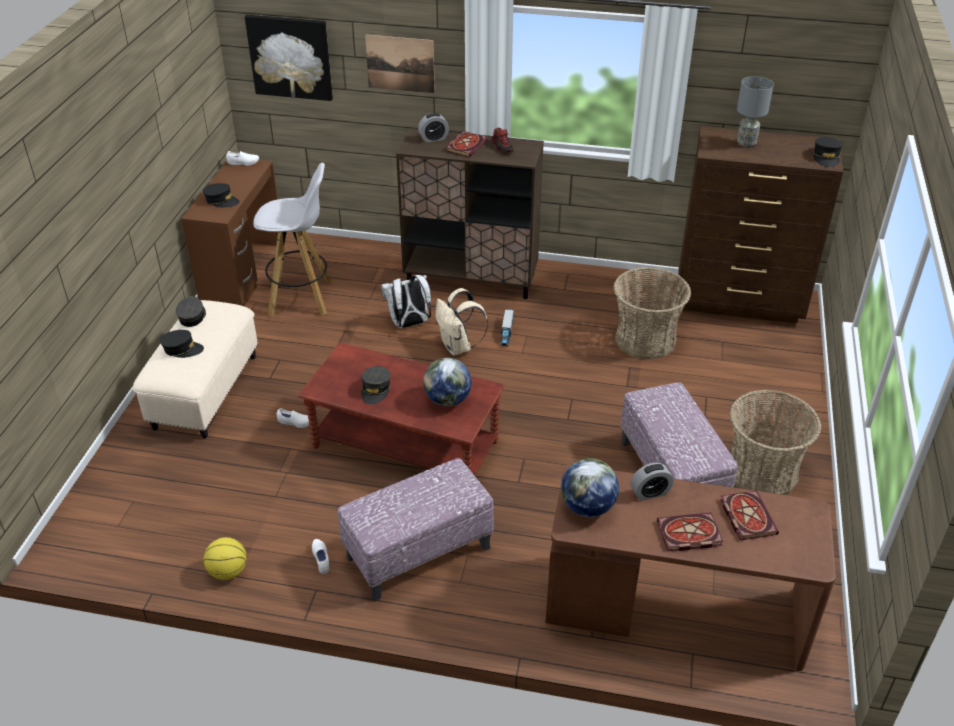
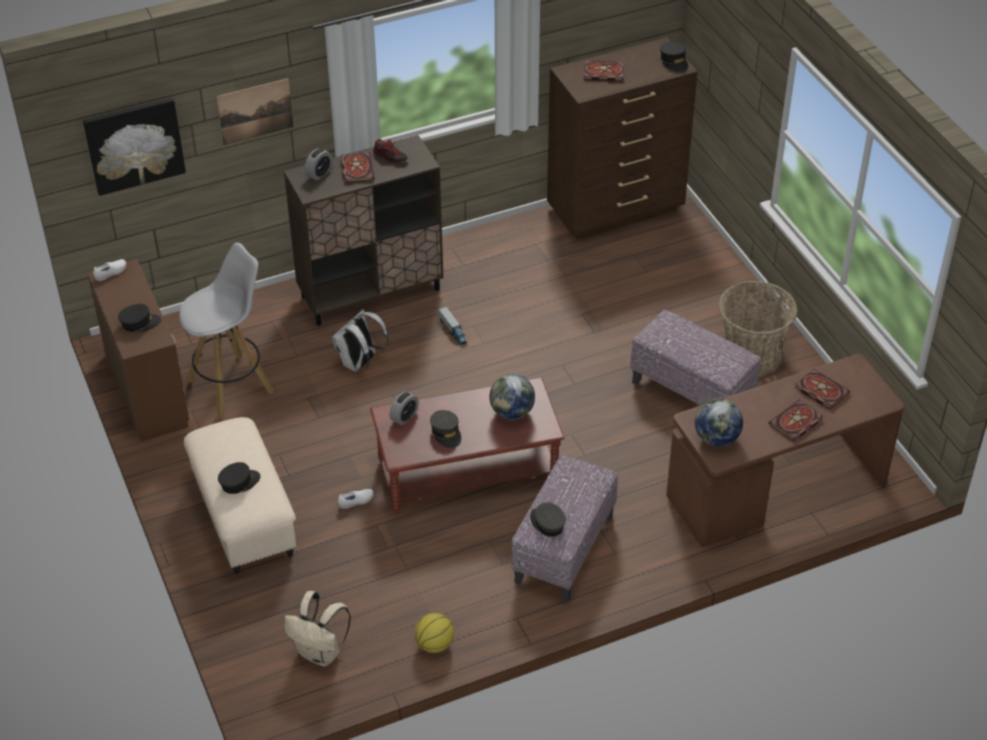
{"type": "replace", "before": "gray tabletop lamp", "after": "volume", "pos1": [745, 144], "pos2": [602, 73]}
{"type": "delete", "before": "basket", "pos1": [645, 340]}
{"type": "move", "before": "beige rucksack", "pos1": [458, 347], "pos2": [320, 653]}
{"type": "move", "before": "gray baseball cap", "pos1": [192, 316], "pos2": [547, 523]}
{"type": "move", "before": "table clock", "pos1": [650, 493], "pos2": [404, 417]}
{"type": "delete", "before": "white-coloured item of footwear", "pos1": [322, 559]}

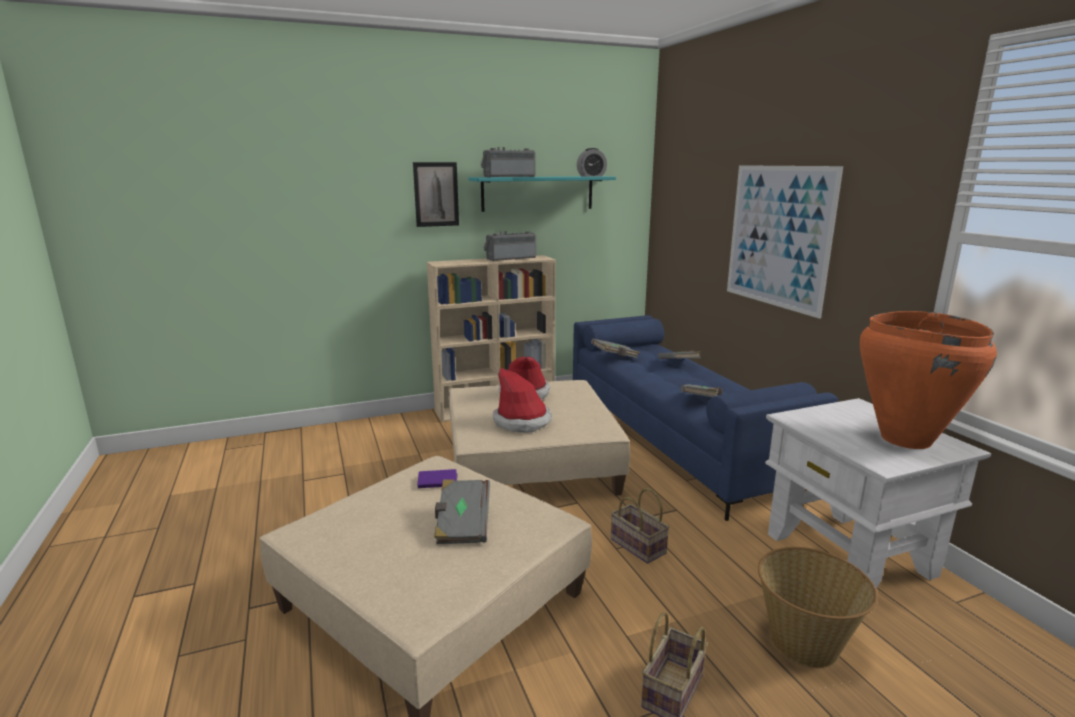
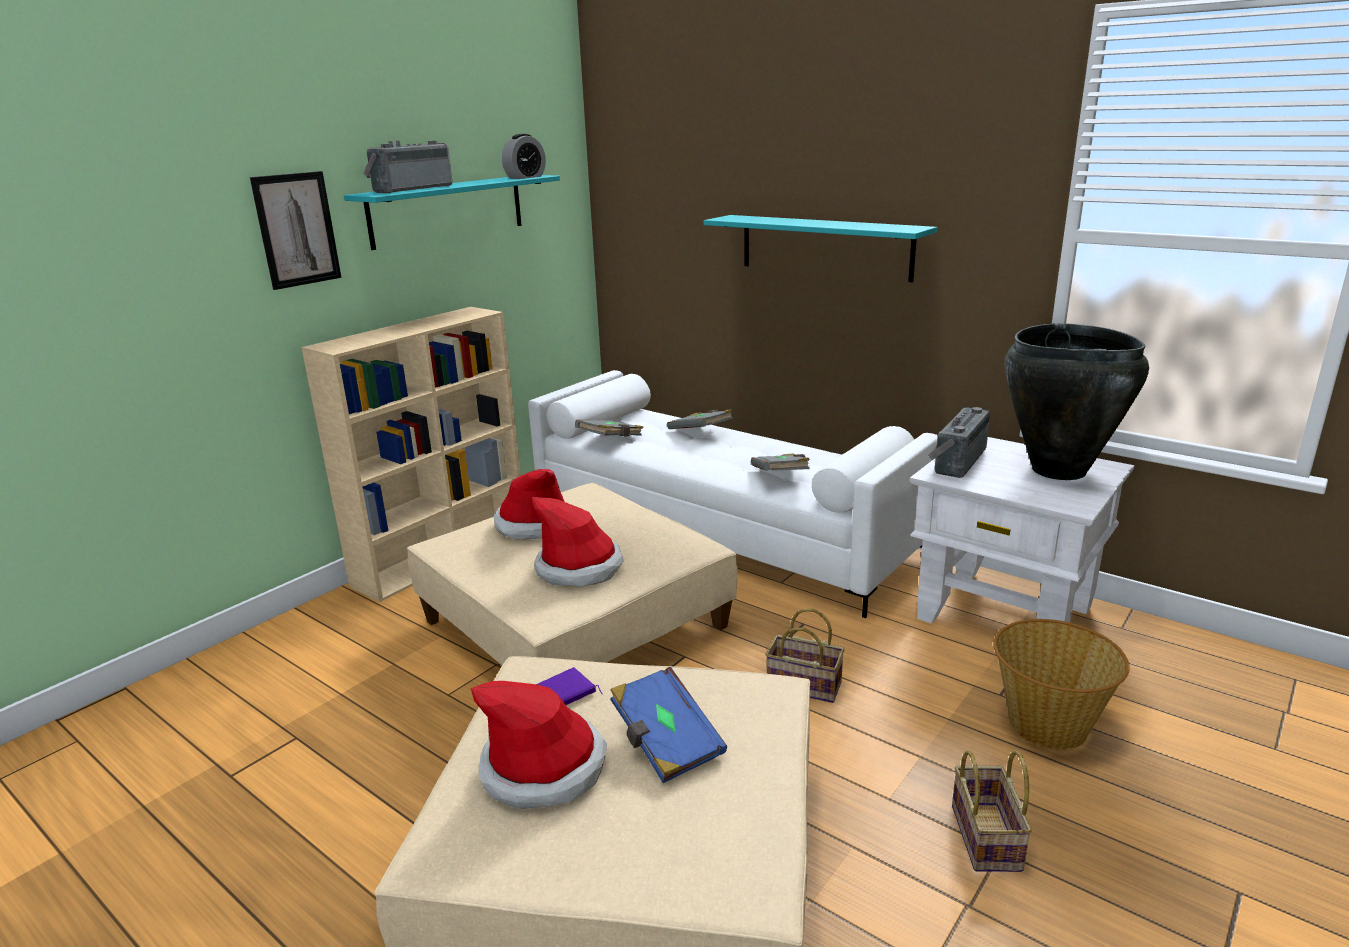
{"type": "replace", "before": "wall picture", "after": "turquoise-coloured bracket shelf", "pos1": [778, 236], "pos2": [825, 247]}
{"type": "move", "before": "radio receiver", "pos1": [510, 258], "pos2": [955, 461]}
{"type": "recolor", "before": "orange-coloured flower vase", "after": "blackish flower vase", "pos1": [905, 439], "pos2": [1058, 470]}
{"type": "recolor", "before": "bluish sofa", "after": "white-coloured sofa", "pos1": [676, 437], "pos2": [722, 530]}
{"type": "recolor", "before": "gray volume", "after": "bluish volume", "pos1": [462, 524], "pos2": [666, 742]}
{"type": "insert", "after": "wearable hat", "pos2": [544, 768]}

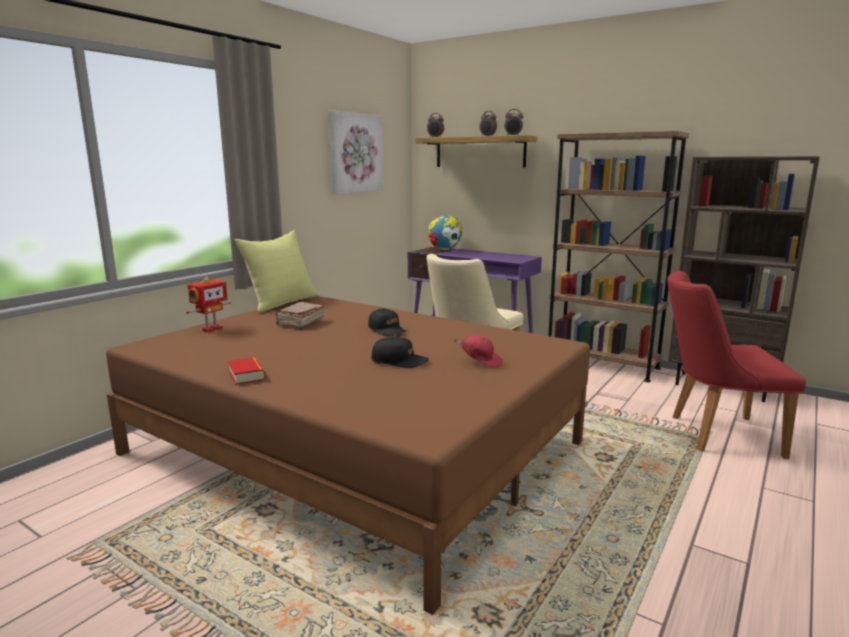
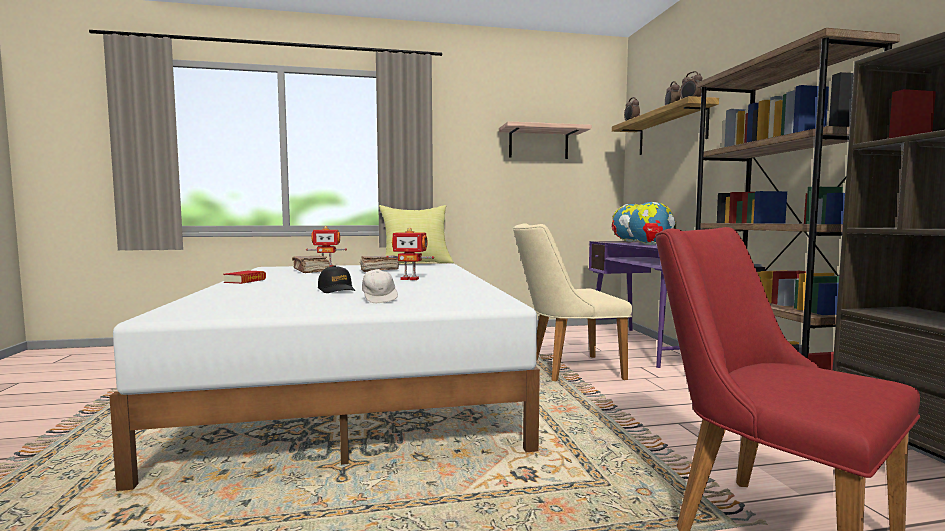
{"type": "replace", "before": "wall picture", "after": "bracket shelf", "pos1": [355, 153], "pos2": [538, 143]}
{"type": "recolor", "before": "brown-coloured bed", "after": "white-coloured bed", "pos1": [354, 447], "pos2": [356, 382]}
{"type": "replace", "before": "blackish baseball cap", "after": "model robot", "pos1": [387, 330], "pos2": [410, 279]}
{"type": "recolor", "before": "red-coloured baseball cap", "after": "white-coloured baseball cap", "pos1": [480, 362], "pos2": [379, 299]}
{"type": "insert", "after": "globe", "pos2": [650, 245]}
{"type": "insert", "after": "brown-coloured volume", "pos2": [310, 271]}

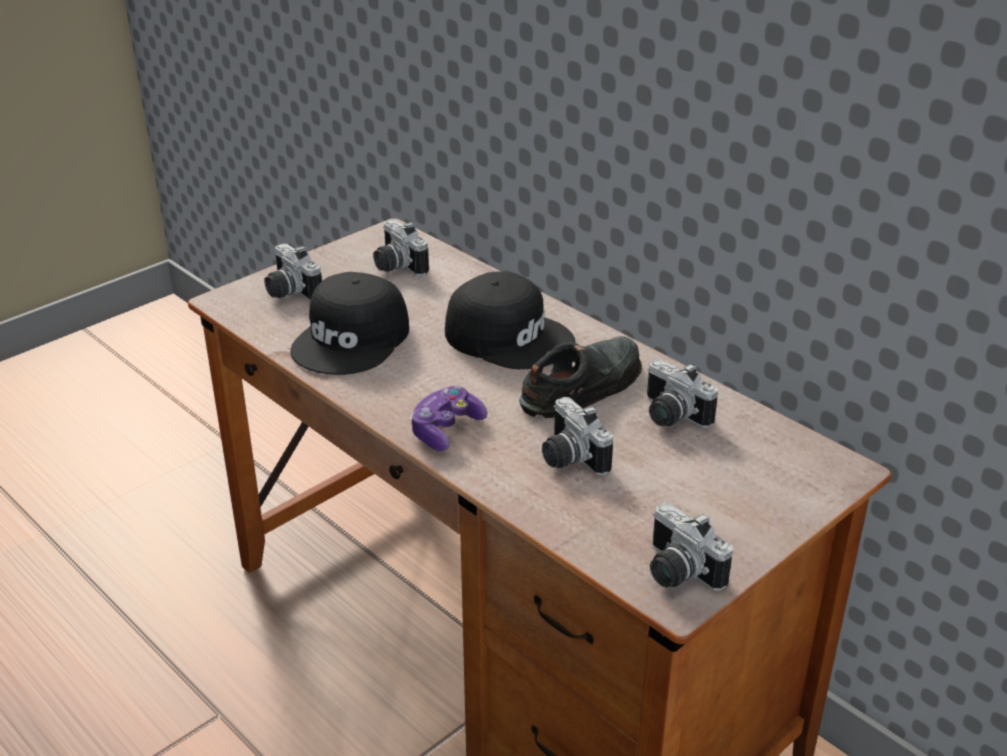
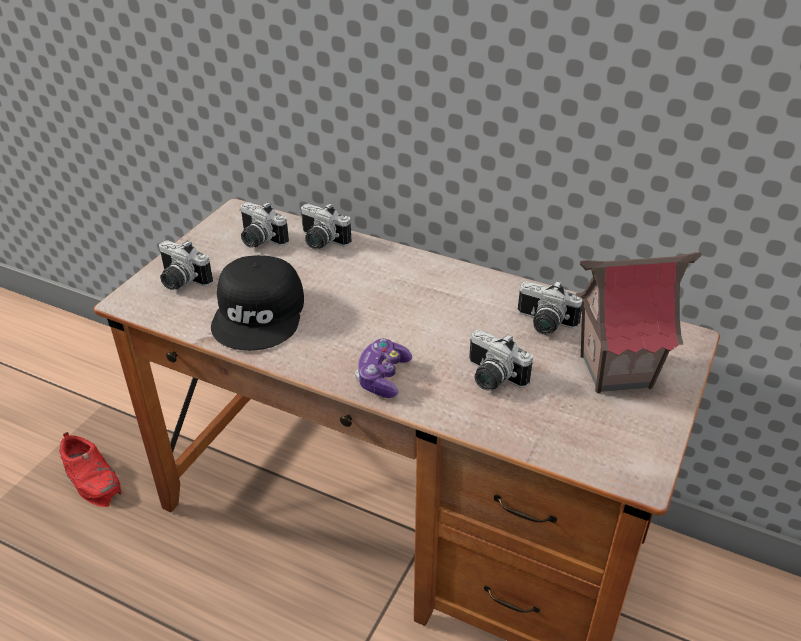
{"type": "delete", "before": "blackish baseball cap", "pos1": [509, 336]}
{"type": "delete", "before": "blackish item of footwear", "pos1": [583, 386]}
{"type": "move", "before": "still camera", "pos1": [676, 572], "pos2": [320, 242]}
{"type": "insert", "after": "model house", "pos2": [615, 370]}
{"type": "insert", "after": "red-coloured item of footwear", "pos2": [92, 477]}

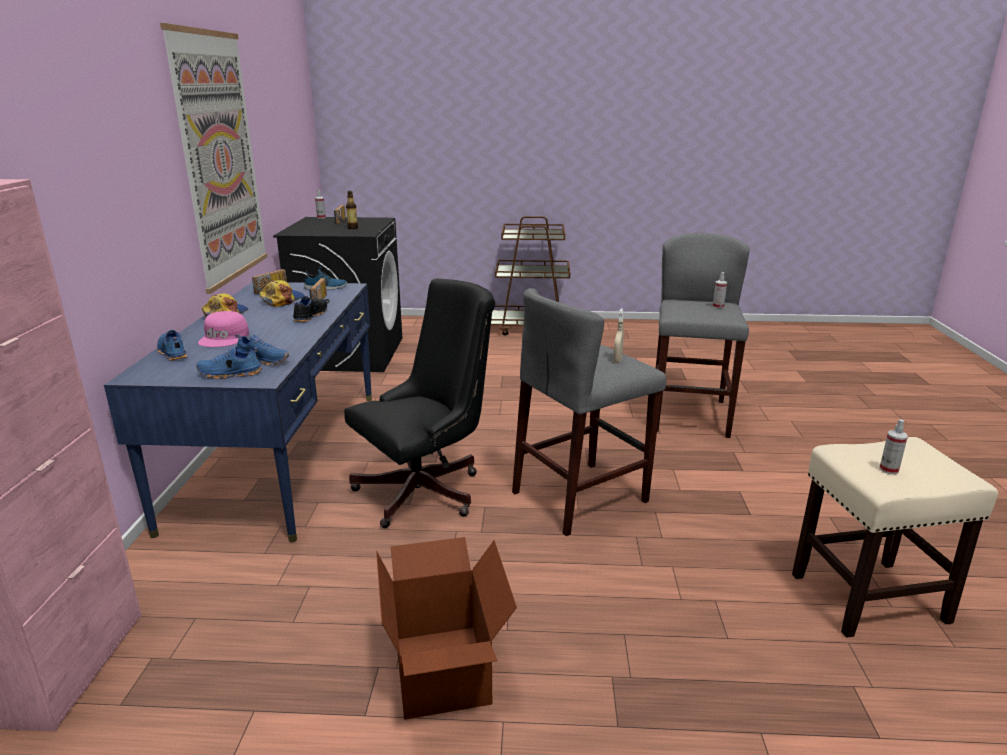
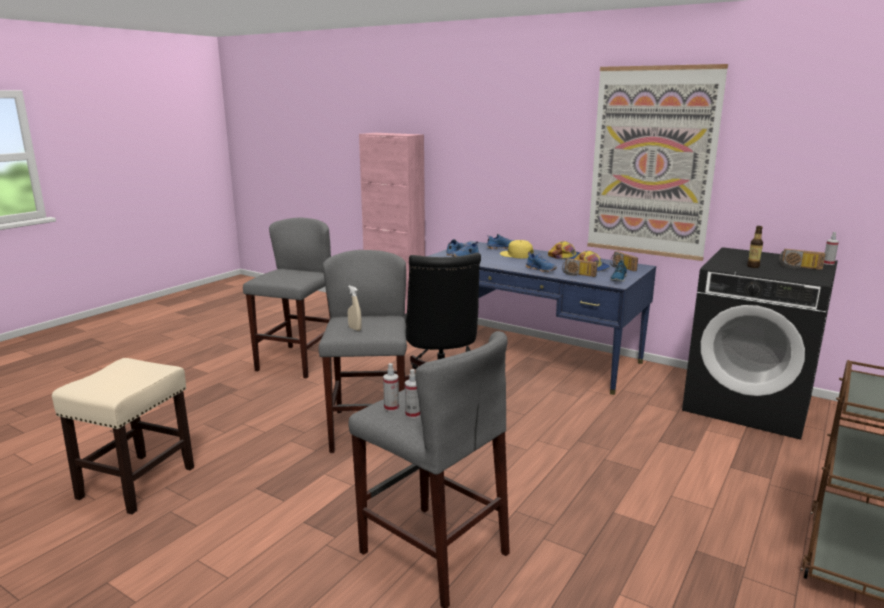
{"type": "recolor", "before": "blackish item of footwear", "after": "bluish item of footwear", "pos1": [310, 316], "pos2": [541, 269]}
{"type": "recolor", "before": "pink-coloured baseball cap", "after": "yellow baseball cap", "pos1": [225, 338], "pos2": [516, 255]}
{"type": "move", "before": "spray bottle", "pos1": [889, 470], "pos2": [391, 408]}
{"type": "replace", "before": "cardboard box", "after": "gray stool seat", "pos1": [444, 671], "pos2": [297, 361]}

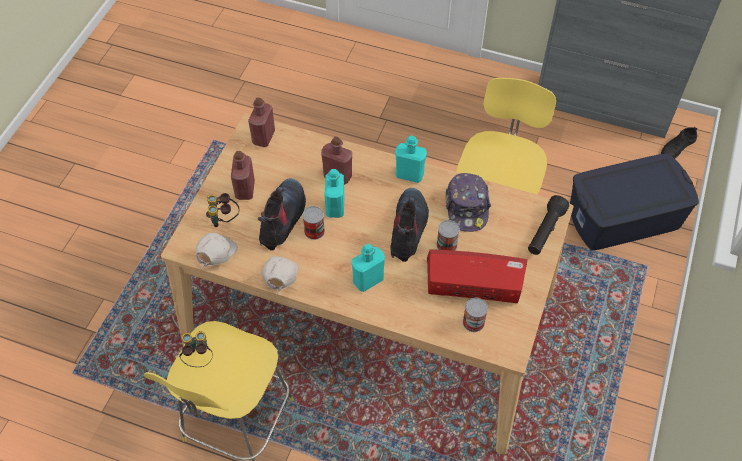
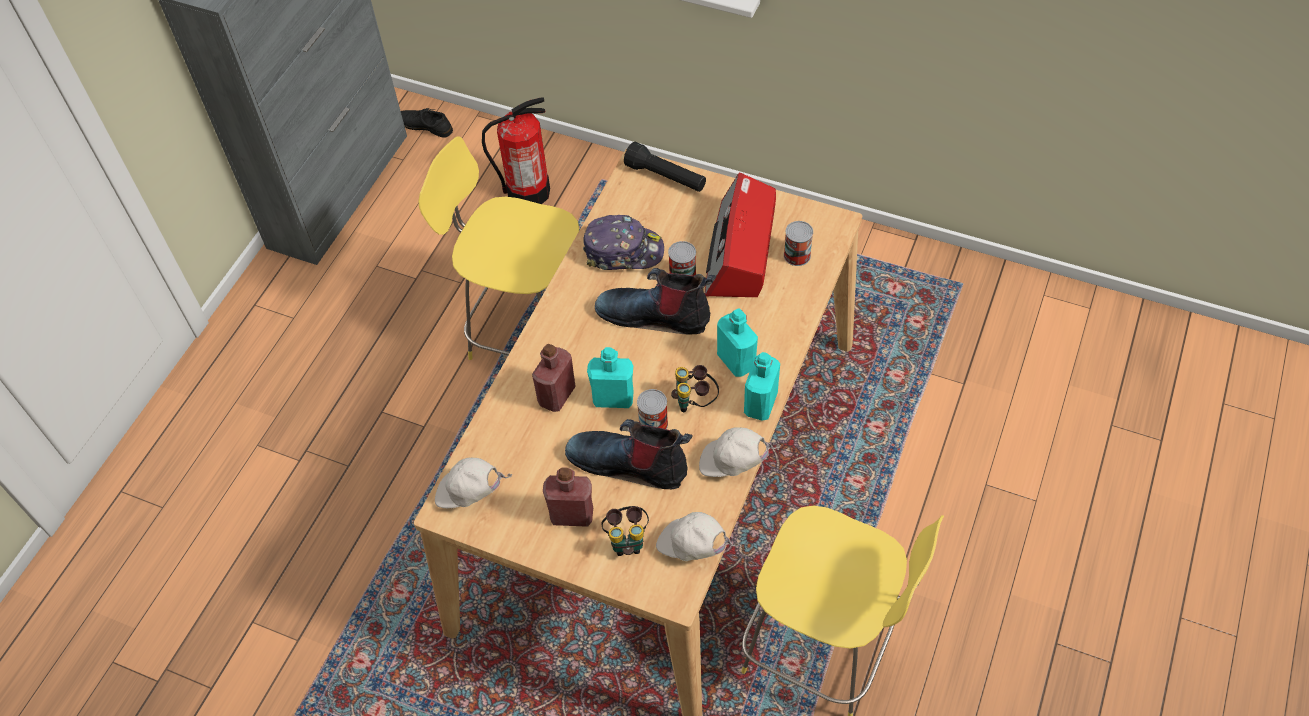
{"type": "replace", "before": "red-coloured drink bottle", "after": "white-coloured baseball cap", "pos1": [263, 137], "pos2": [470, 494]}
{"type": "rotate", "before": "blackish item of footwear", "pos1": [677, 147], "pos2": [425, 126], "turn": 150}
{"type": "move", "before": "turquoise-coloured drink bottle", "pos1": [409, 175], "pos2": [760, 404]}
{"type": "replace", "before": "bluish storage bin", "after": "fire-fighting cylinder", "pos1": [624, 218], "pos2": [528, 192]}
{"type": "move", "before": "pair of binoculars", "pos1": [198, 358], "pos2": [695, 402]}

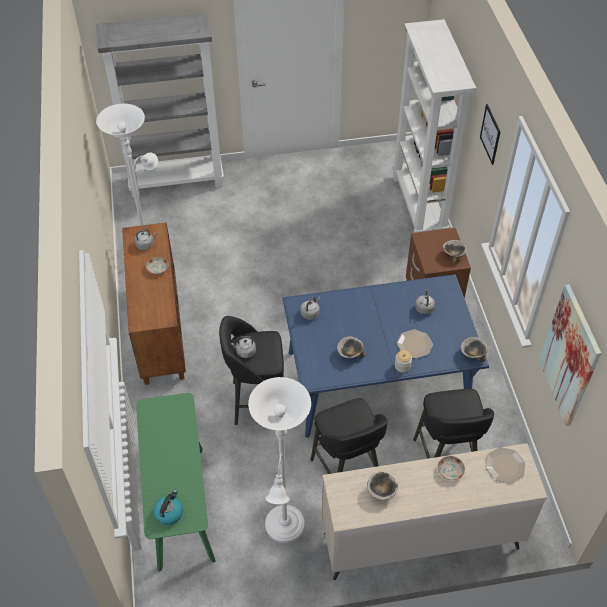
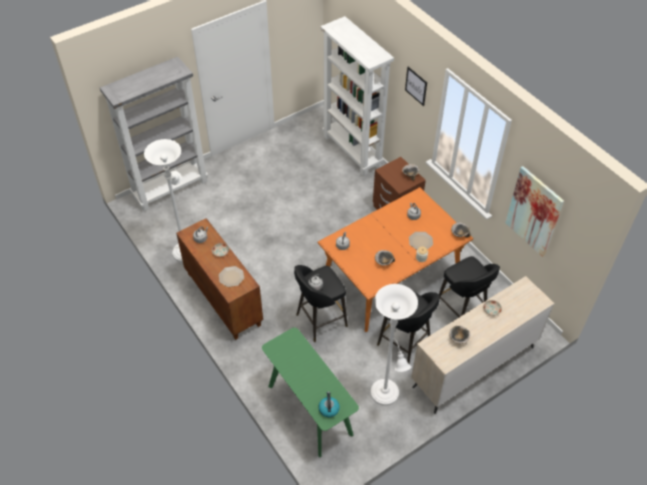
{"type": "recolor", "before": "bluish dining table", "after": "orange-coloured dining table", "pos1": [377, 381], "pos2": [391, 277]}
{"type": "move", "before": "plate", "pos1": [505, 465], "pos2": [231, 276]}

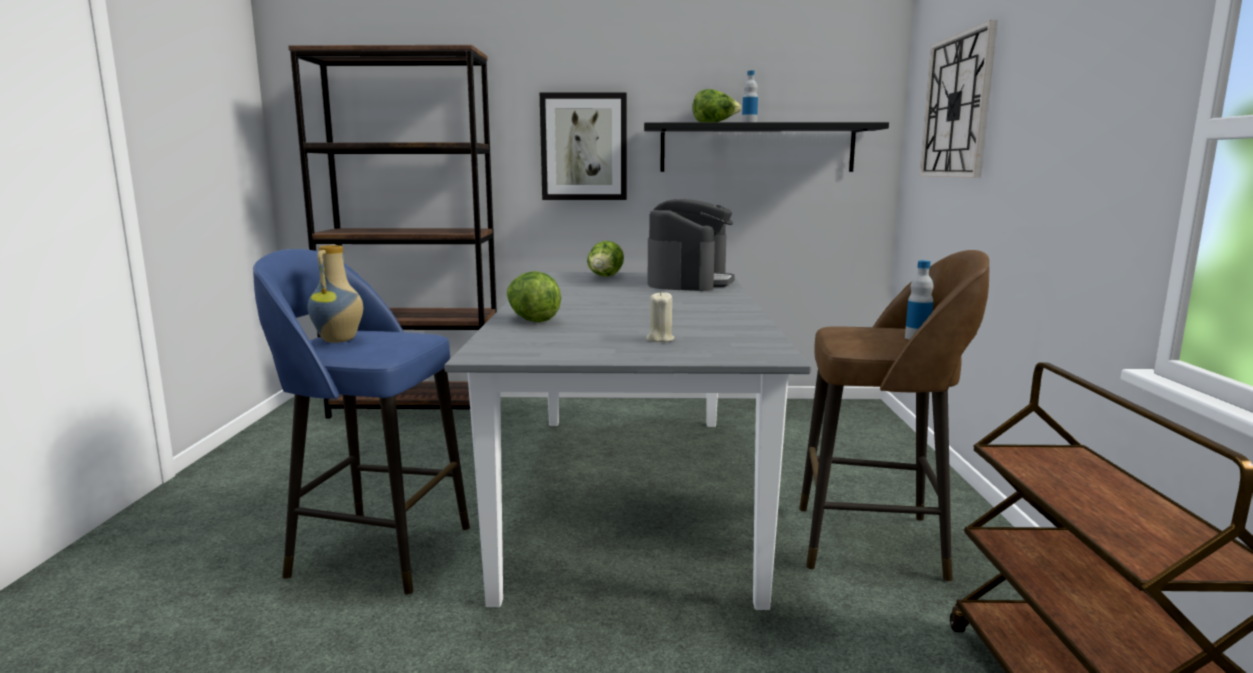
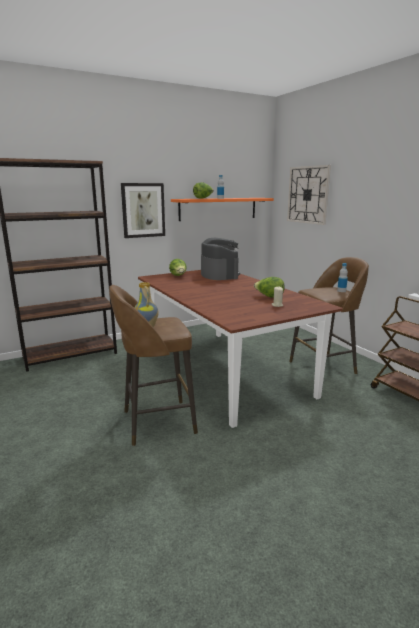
{"type": "recolor", "before": "blackish bracket shelf", "after": "orange-coloured bracket shelf", "pos1": [757, 148], "pos2": [218, 208]}
{"type": "recolor", "before": "bluish stool seat", "after": "brown-coloured stool seat", "pos1": [376, 550], "pos2": [156, 422]}
{"type": "move", "before": "head of lettuce", "pos1": [532, 320], "pos2": [269, 297]}
{"type": "recolor", "before": "gray dining table", "after": "brown-coloured dining table", "pos1": [629, 491], "pos2": [223, 370]}

